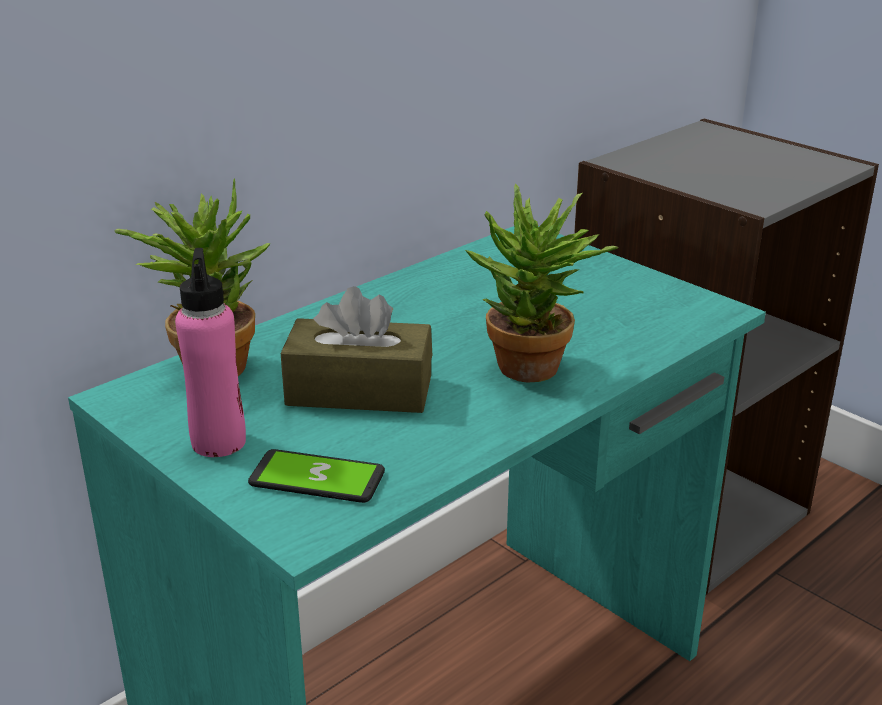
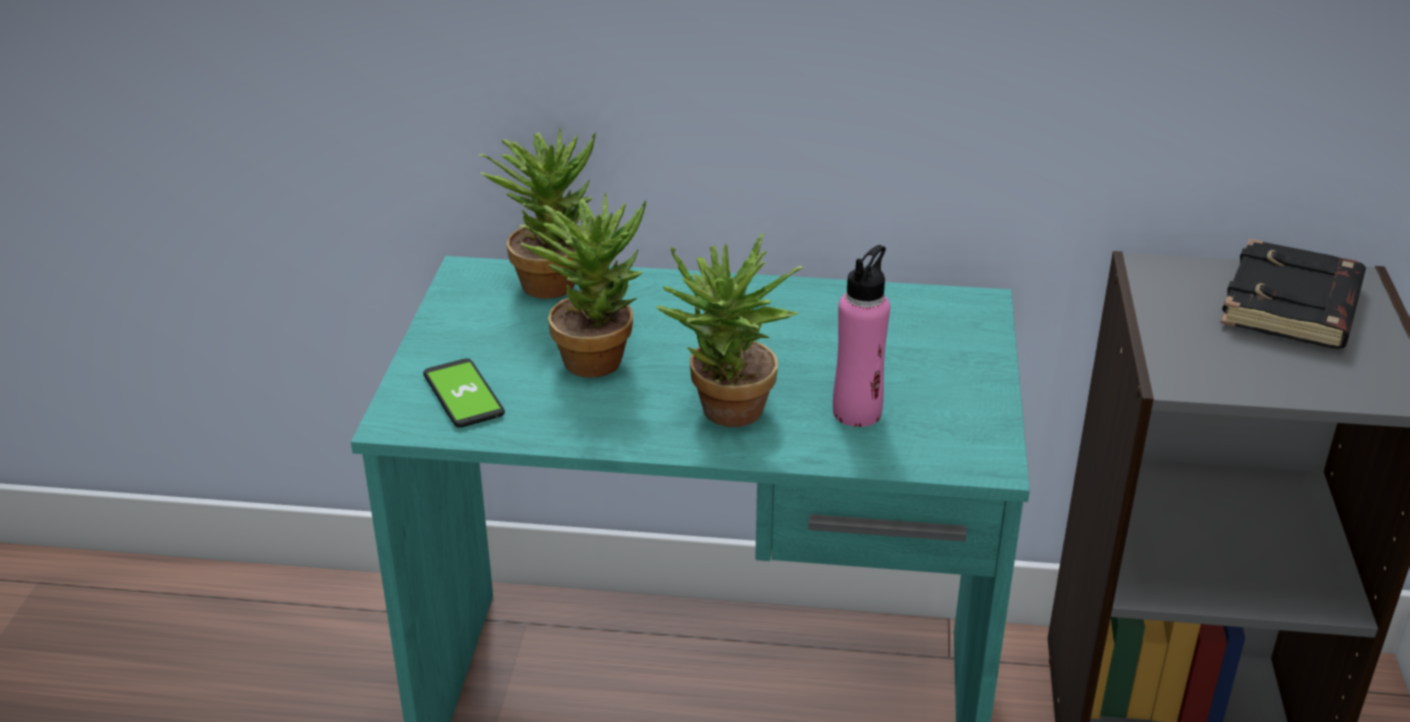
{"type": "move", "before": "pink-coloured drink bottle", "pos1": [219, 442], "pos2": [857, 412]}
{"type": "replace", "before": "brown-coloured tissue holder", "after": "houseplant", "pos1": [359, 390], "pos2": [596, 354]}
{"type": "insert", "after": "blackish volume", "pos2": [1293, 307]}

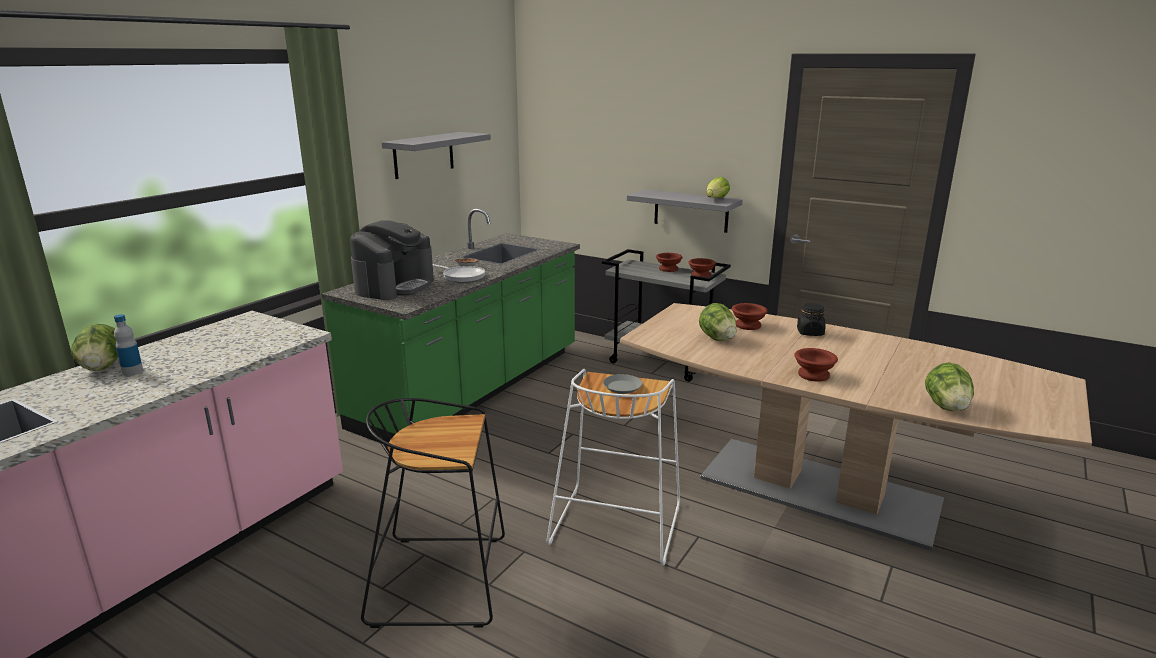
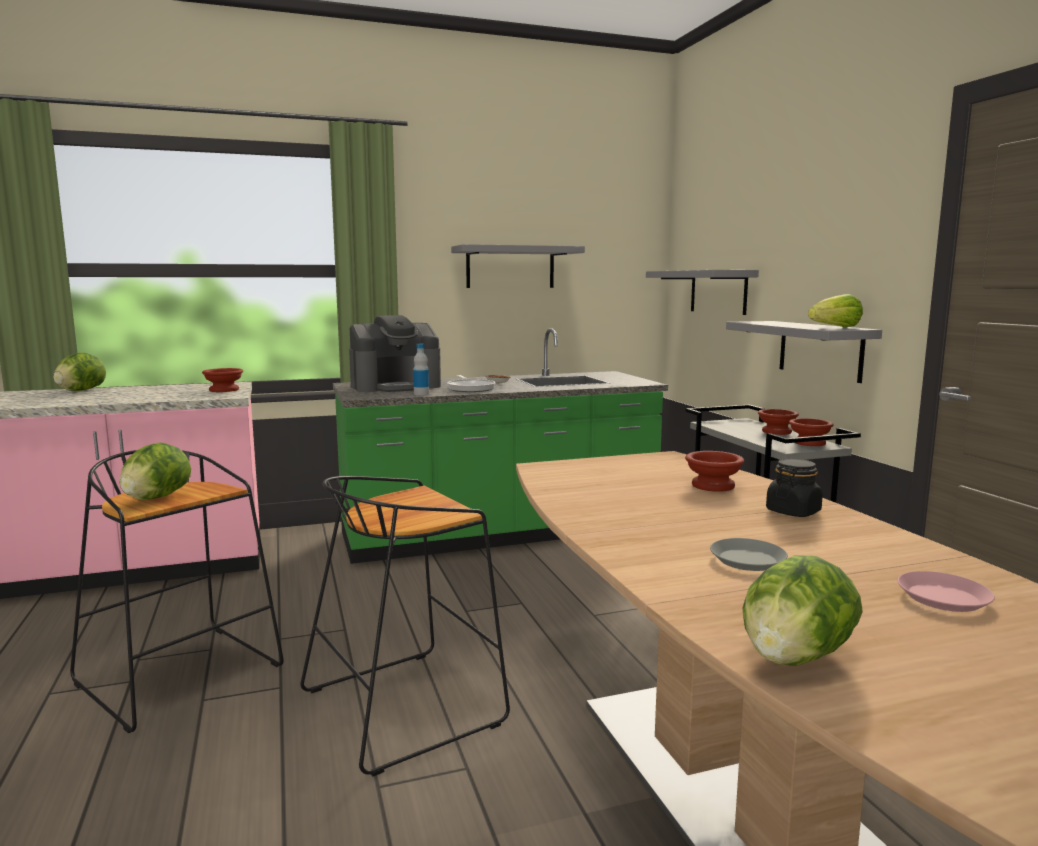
{"type": "move", "before": "head of lettuce", "pos1": [717, 339], "pos2": [156, 498]}
{"type": "move", "before": "drink bottle", "pos1": [133, 372], "pos2": [421, 394]}
{"type": "move", "before": "brown-coloured bowl", "pos1": [813, 375], "pos2": [222, 390]}
{"type": "recolor", "before": "white-coloured stool seat", "after": "blackish stool seat", "pos1": [615, 523], "pos2": [405, 705]}
{"type": "move", "before": "gray plate", "pos1": [622, 387], "pos2": [748, 560]}
{"type": "insert", "after": "gray bracket shelf", "pos2": [718, 292]}
{"type": "insert", "after": "pink-coloured plate", "pos2": [944, 598]}

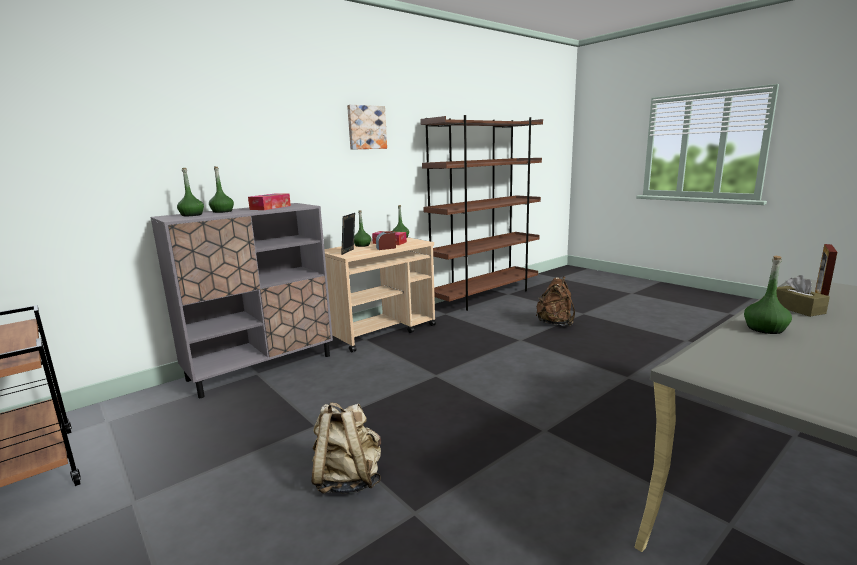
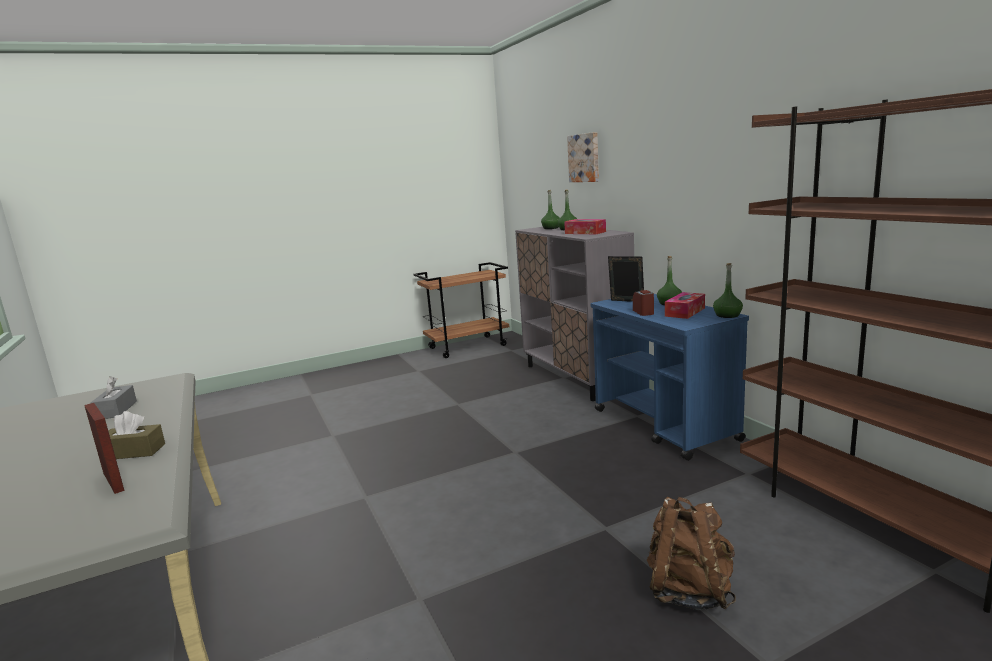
{"type": "move", "before": "wall picture", "pos1": [366, 127], "pos2": [585, 158]}
{"type": "recolor", "before": "beige cart", "after": "bluish cart", "pos1": [382, 331], "pos2": [665, 425]}
{"type": "delete", "before": "greenish drink bottle", "pos1": [765, 329]}
{"type": "delete", "before": "beige rucksack", "pos1": [348, 479]}
{"type": "insert", "after": "gray tissue holder", "pos2": [116, 410]}

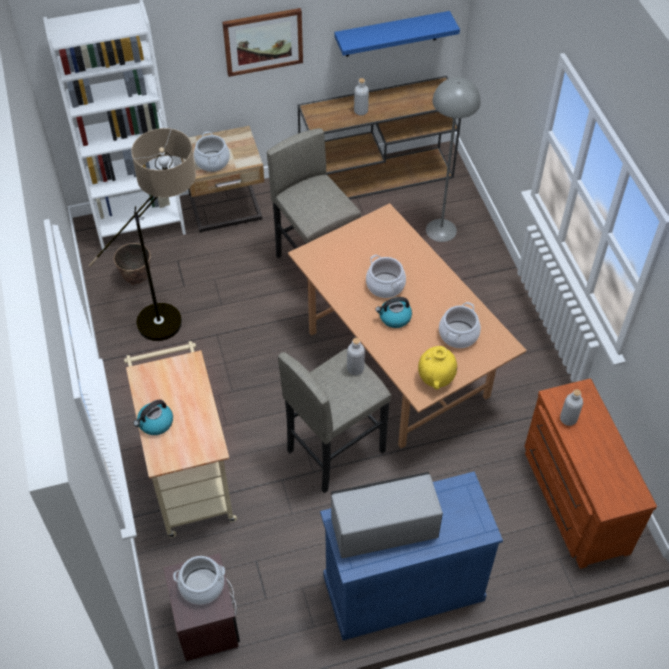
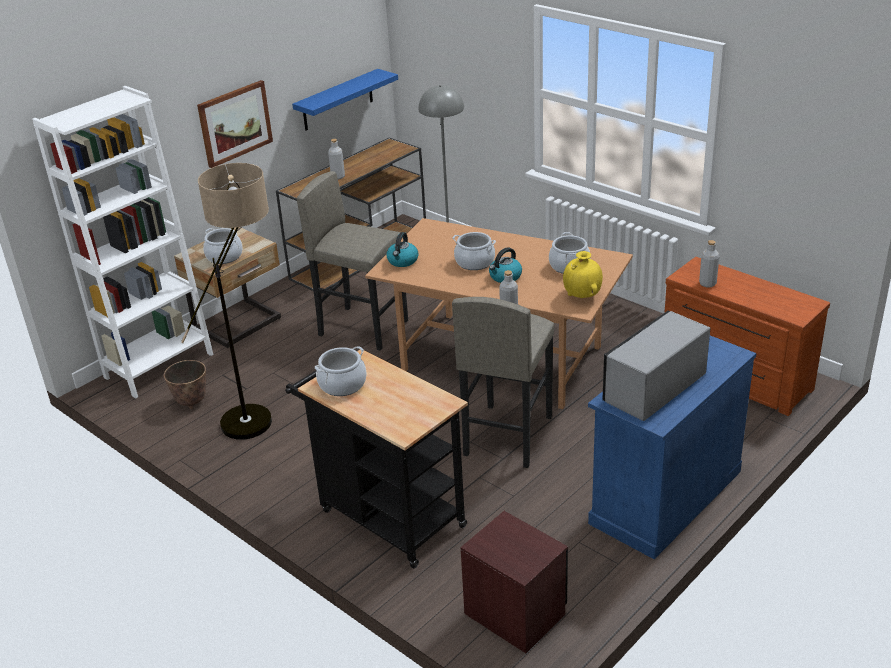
{"type": "recolor", "before": "beige cart", "after": "blackish cart", "pos1": [189, 475], "pos2": [386, 515]}
{"type": "move", "before": "tea kettle", "pos1": [155, 423], "pos2": [402, 261]}
{"type": "move", "before": "saucepot", "pos1": [202, 586], "pos2": [342, 384]}

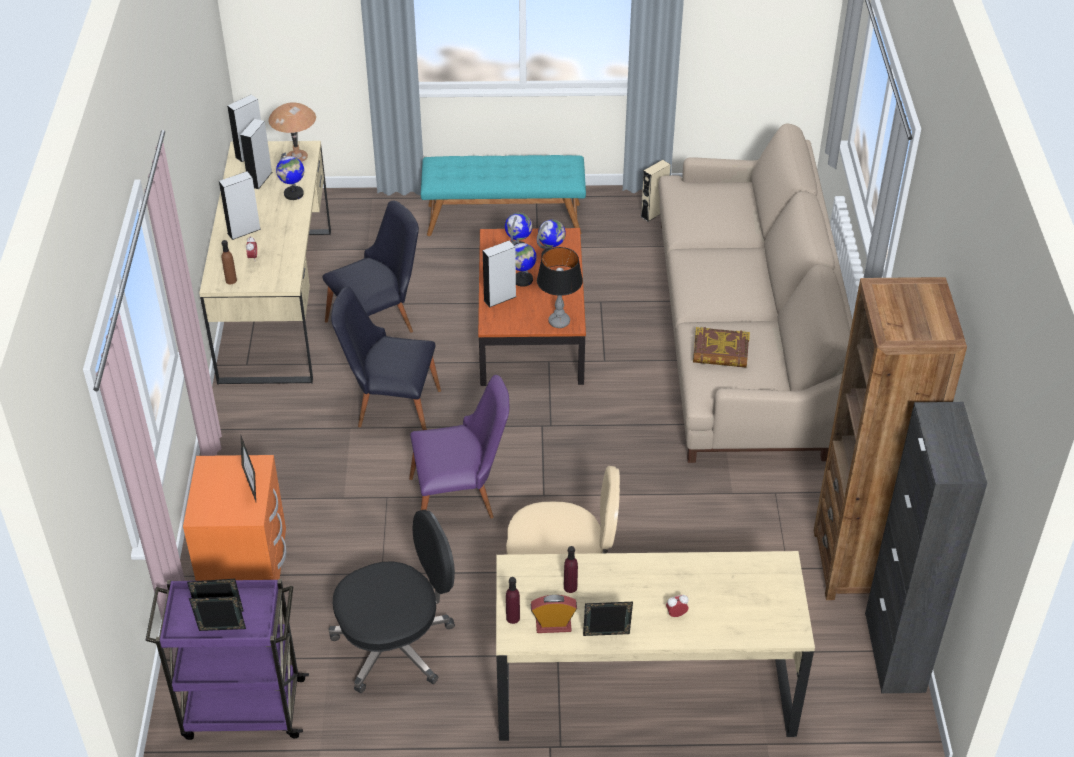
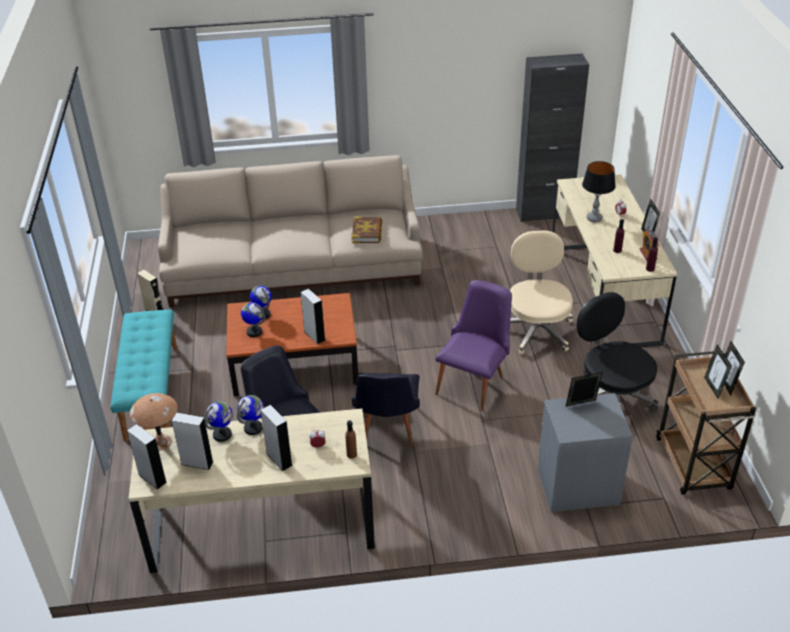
{"type": "move", "before": "globe", "pos1": [523, 280], "pos2": [253, 428]}
{"type": "move", "before": "tabletop lamp", "pos1": [559, 322], "pos2": [594, 218]}
{"type": "delete", "before": "brown-coloured bookcase", "pos1": [857, 564]}
{"type": "rotate", "before": "purple chair", "pos1": [461, 498], "pos2": [474, 382], "turn": 45}
{"type": "recolor", "before": "orange-coloured night table", "after": "gray night table", "pos1": [247, 573], "pos2": [577, 485]}
{"type": "recolor", "before": "purple cart", "after": "brown-coloured cart", "pos1": [241, 709], "pos2": [693, 465]}

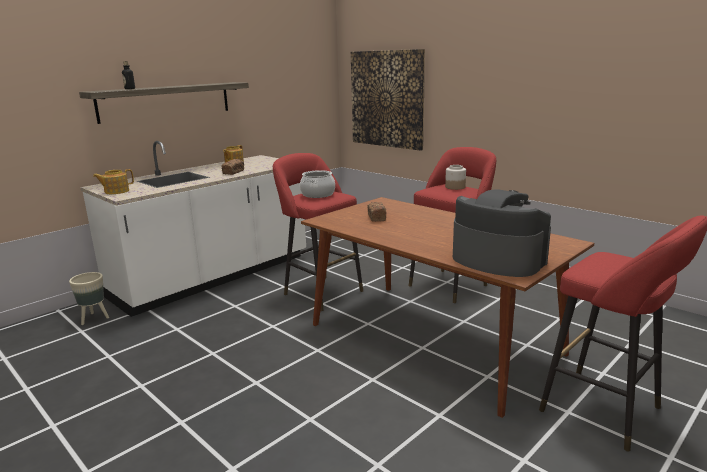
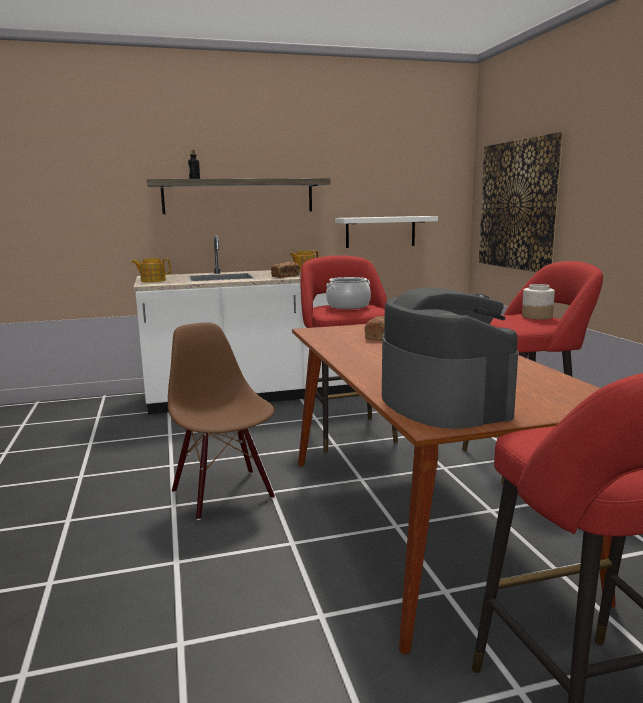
{"type": "delete", "before": "beige plant pot", "pos1": [94, 318]}
{"type": "insert", "after": "white-coloured bracket shelf", "pos2": [380, 231]}
{"type": "insert", "after": "brown-coloured chair", "pos2": [224, 494]}

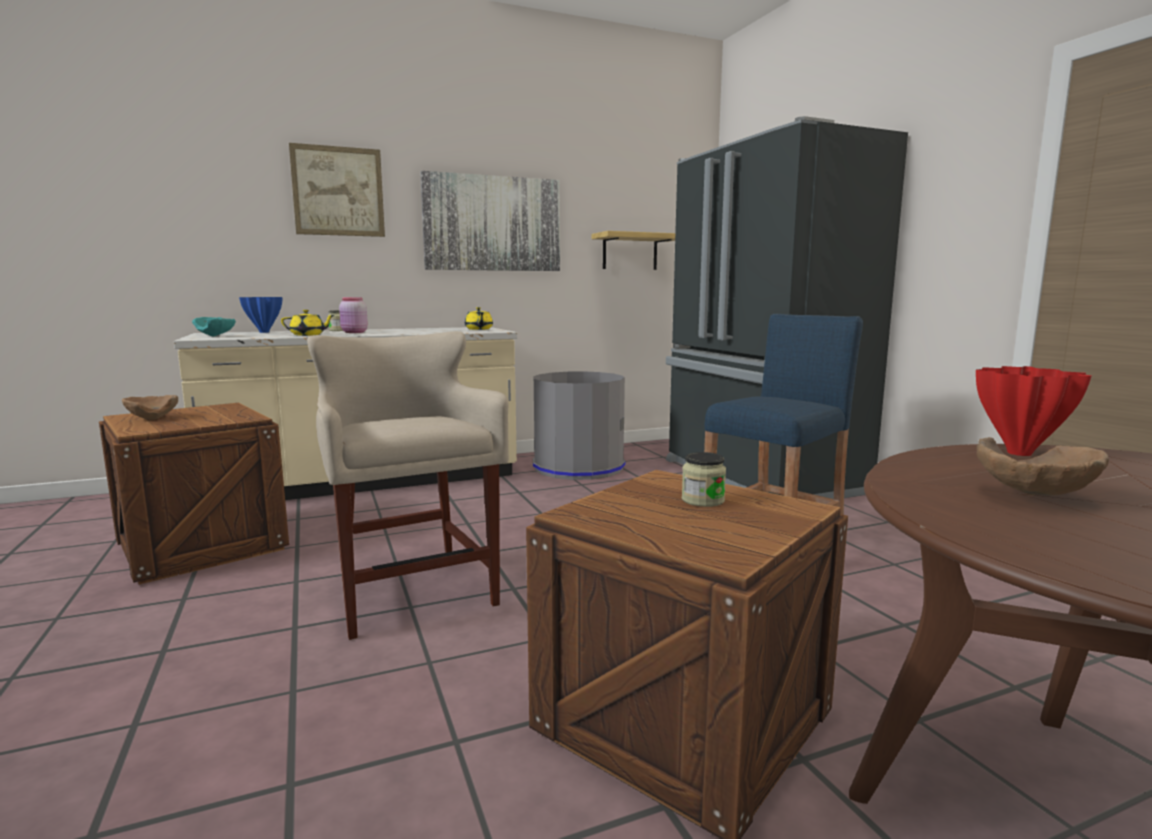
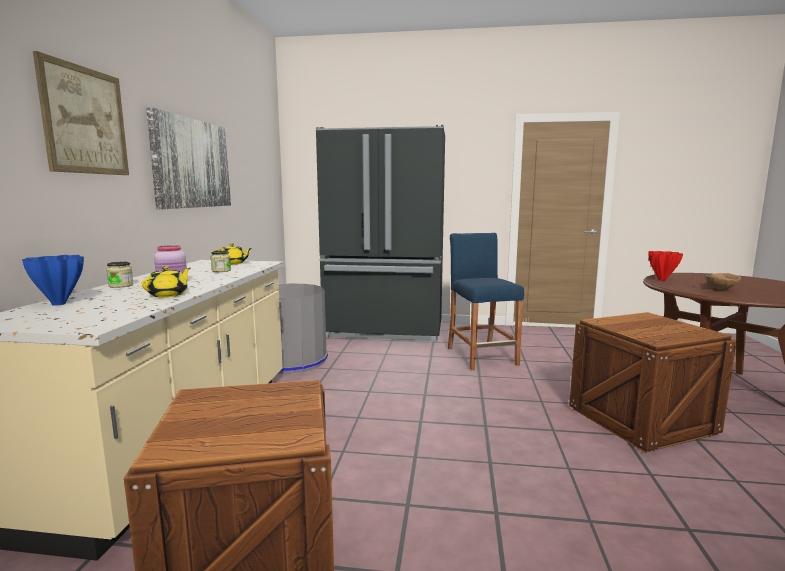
{"type": "delete", "before": "bracket shelf", "pos1": [630, 252]}
{"type": "delete", "before": "turquoise-coloured bowl", "pos1": [217, 336]}
{"type": "delete", "before": "beige stool seat", "pos1": [412, 592]}
{"type": "delete", "before": "brown-coloured bowl", "pos1": [153, 418]}
{"type": "move", "before": "storage jar", "pos1": [702, 500], "pos2": [221, 270]}

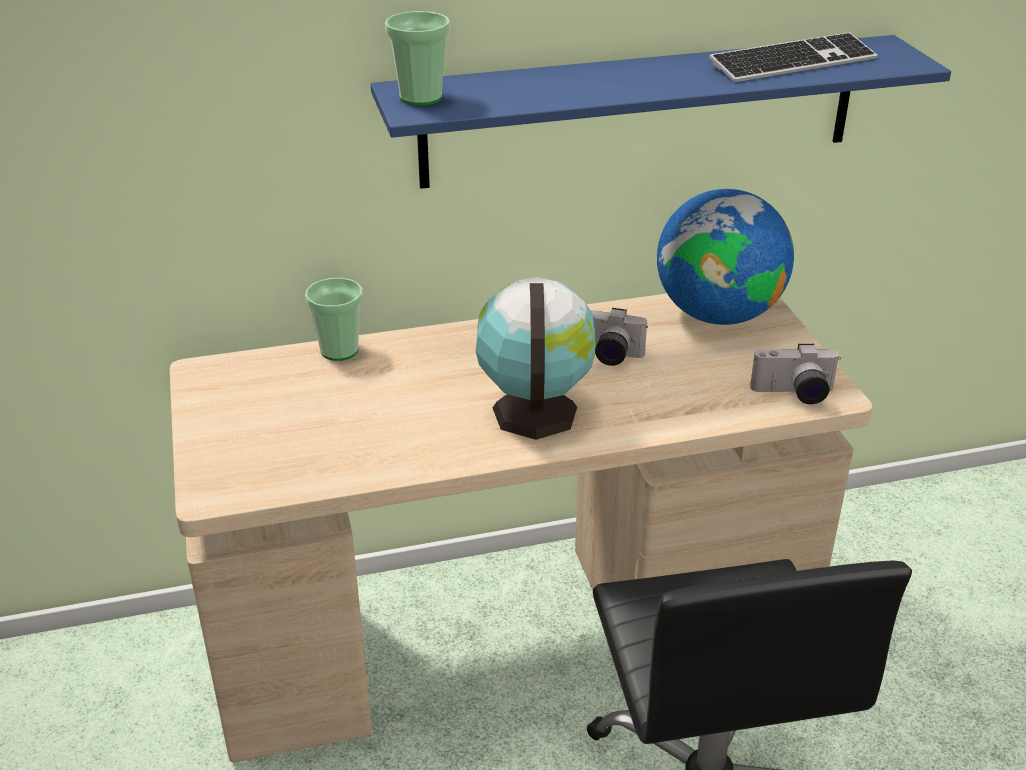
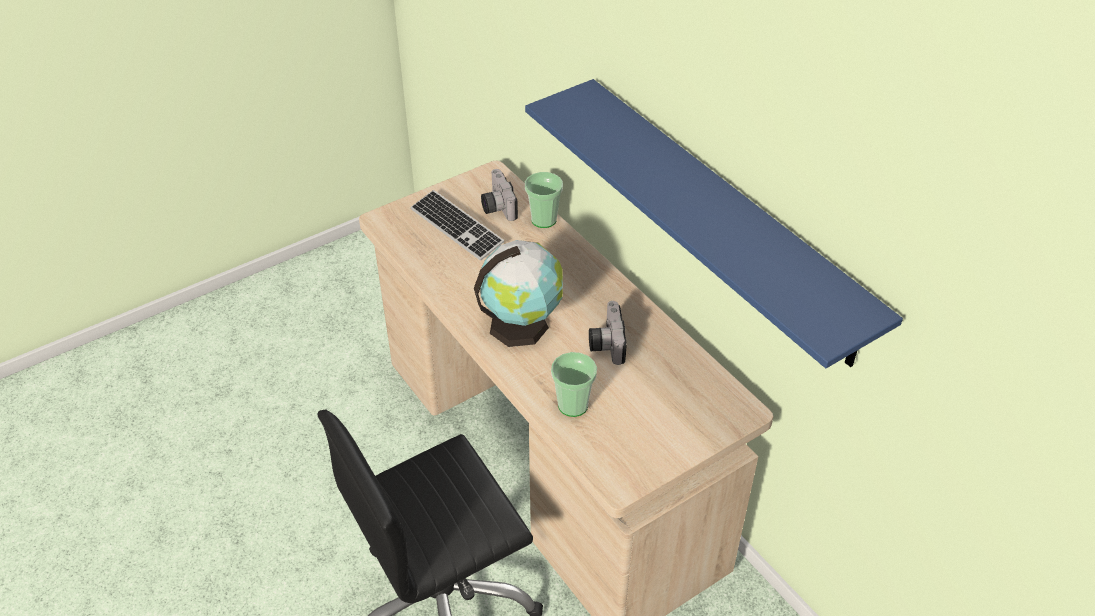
{"type": "move", "before": "small cup", "pos1": [420, 97], "pos2": [573, 405]}
{"type": "move", "before": "PC keyboard", "pos1": [793, 62], "pos2": [456, 227]}
{"type": "delete", "before": "globe", "pos1": [717, 314]}
{"type": "move", "before": "still camera", "pos1": [794, 394], "pos2": [496, 206]}

